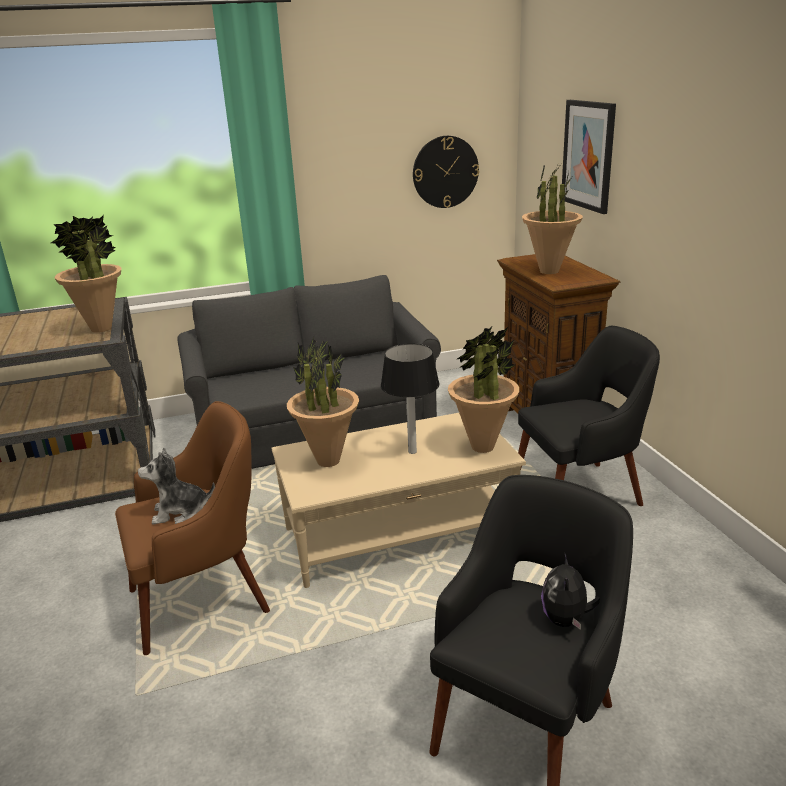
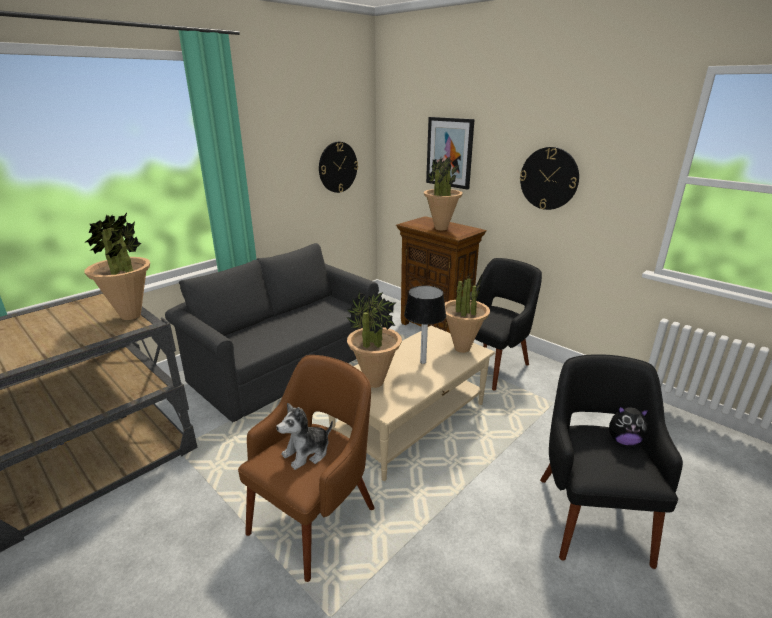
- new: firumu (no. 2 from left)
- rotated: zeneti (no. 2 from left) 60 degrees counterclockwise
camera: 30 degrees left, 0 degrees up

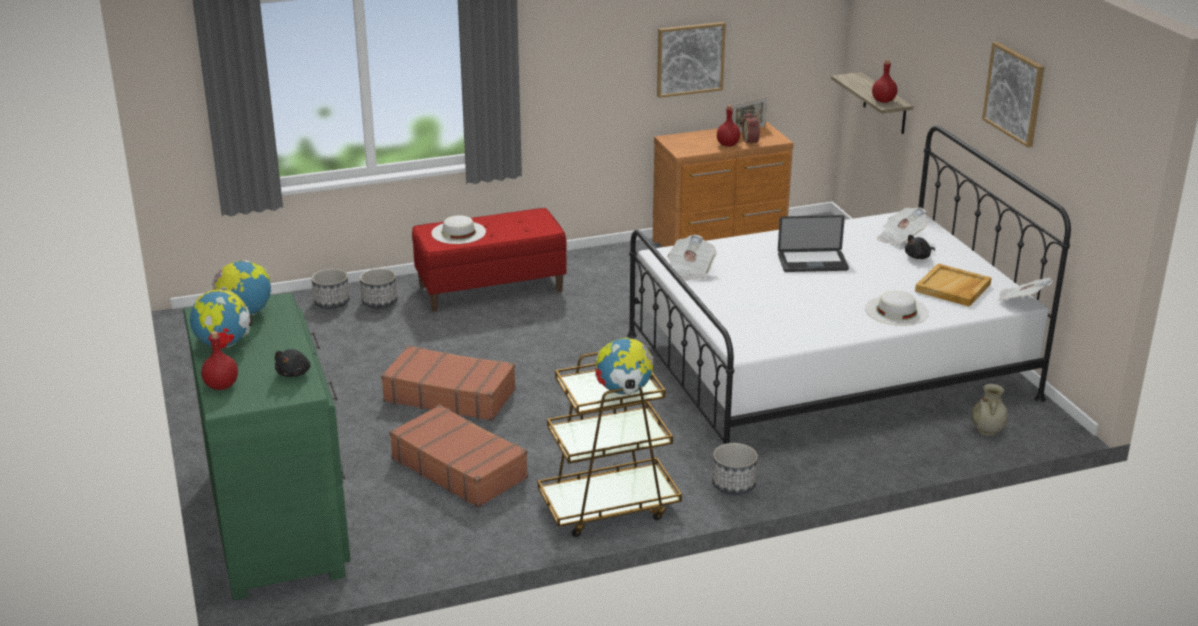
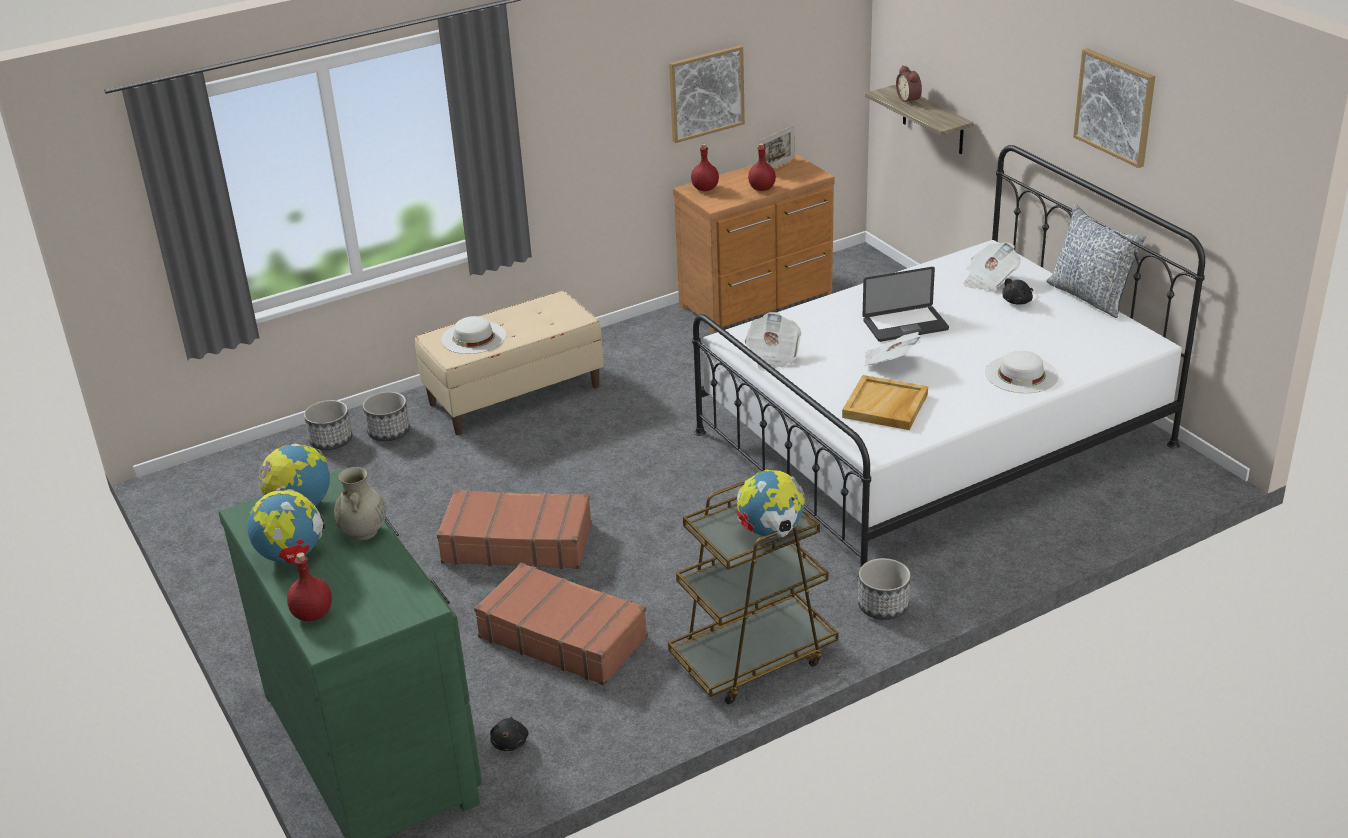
- shifted: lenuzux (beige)
- repainted: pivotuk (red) to pivotuk (beige)
- shifted: zeneti (black) (no. 1 from left)
- shifted: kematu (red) (no. 3 from left in the first image) to kematu (red) (no. 2 from left)
- shifted: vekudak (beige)
- shifted: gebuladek (no. 3 from left in the first image) to gebuladek (no. 2 from left)
- shifted: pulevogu
- new: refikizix
camera: 10 degrees left, 5 degrees up

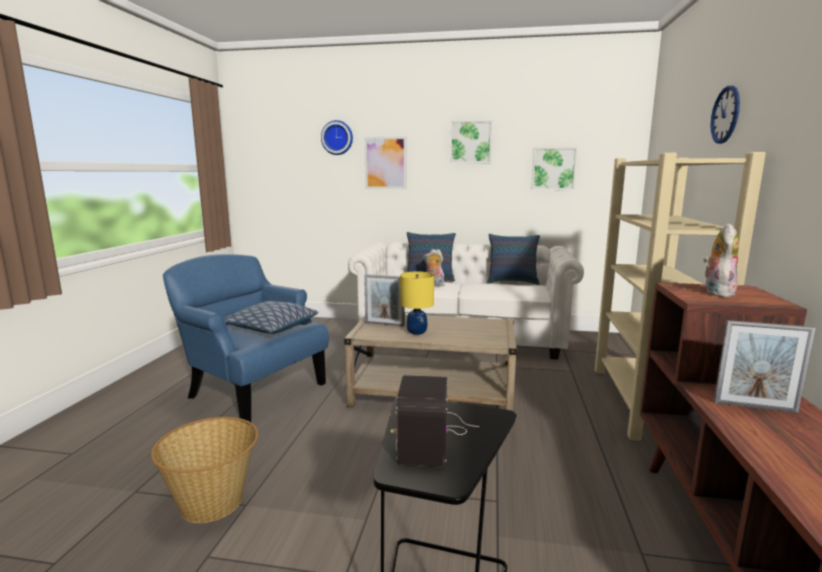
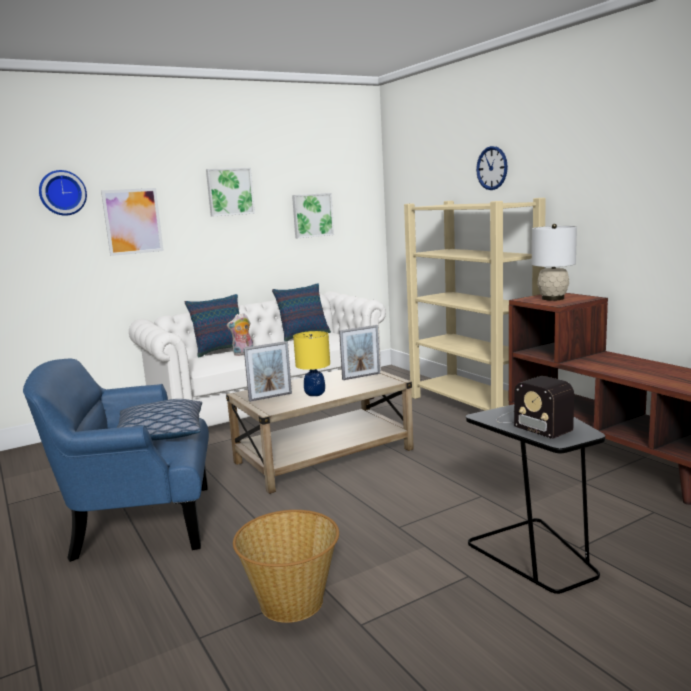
- shifted: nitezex (no. 2 from left)
- swapped: zeneti (no. 2 from left) to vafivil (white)
camera: 40 degrees left, 0 degrees up

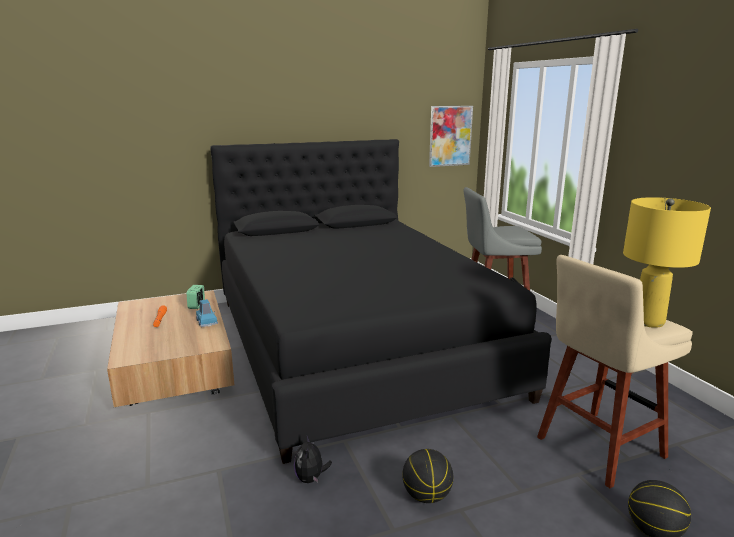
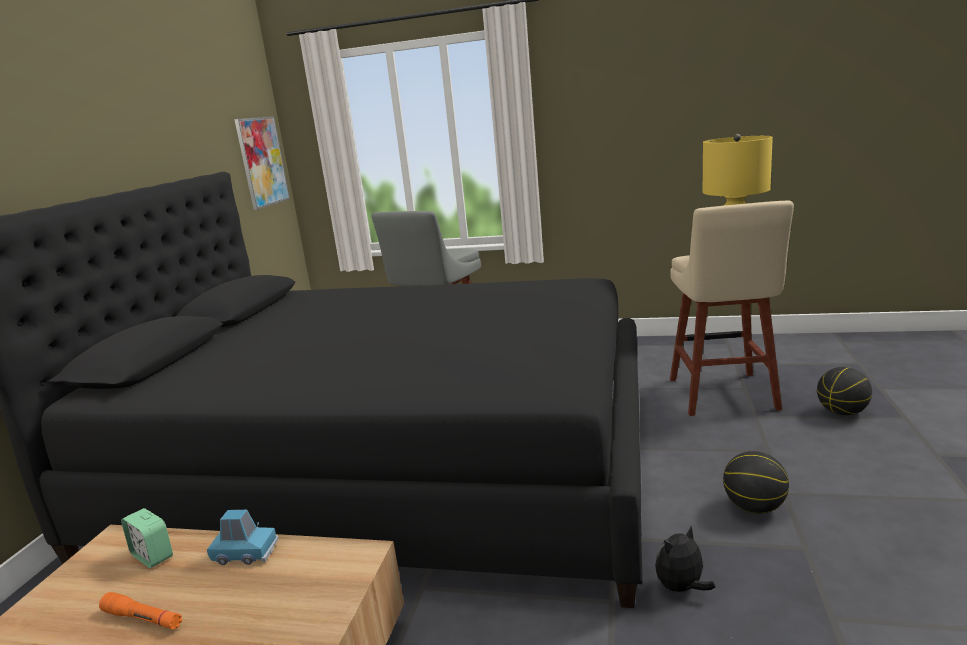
- rotated: zeneti 120 degrees clockwise
camera: 55 degrees left, 0 degrees up

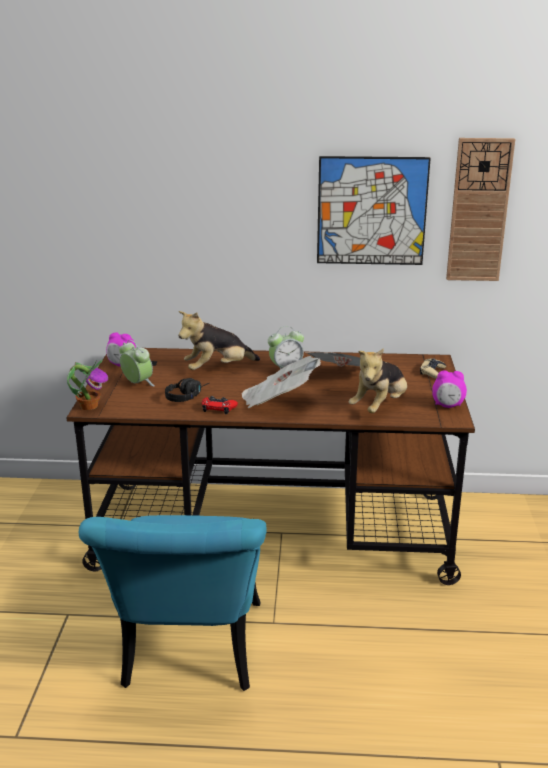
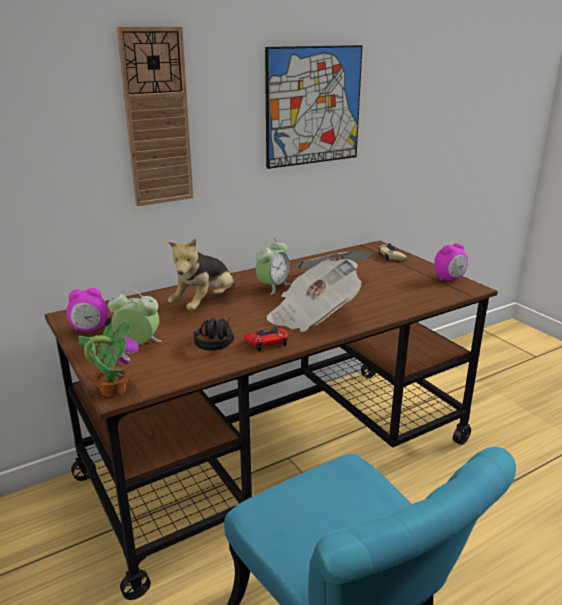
- shifted: firumu
- gone: zeneti (no. 2 from left)
camera: 35 degrees left, 0 degrees up

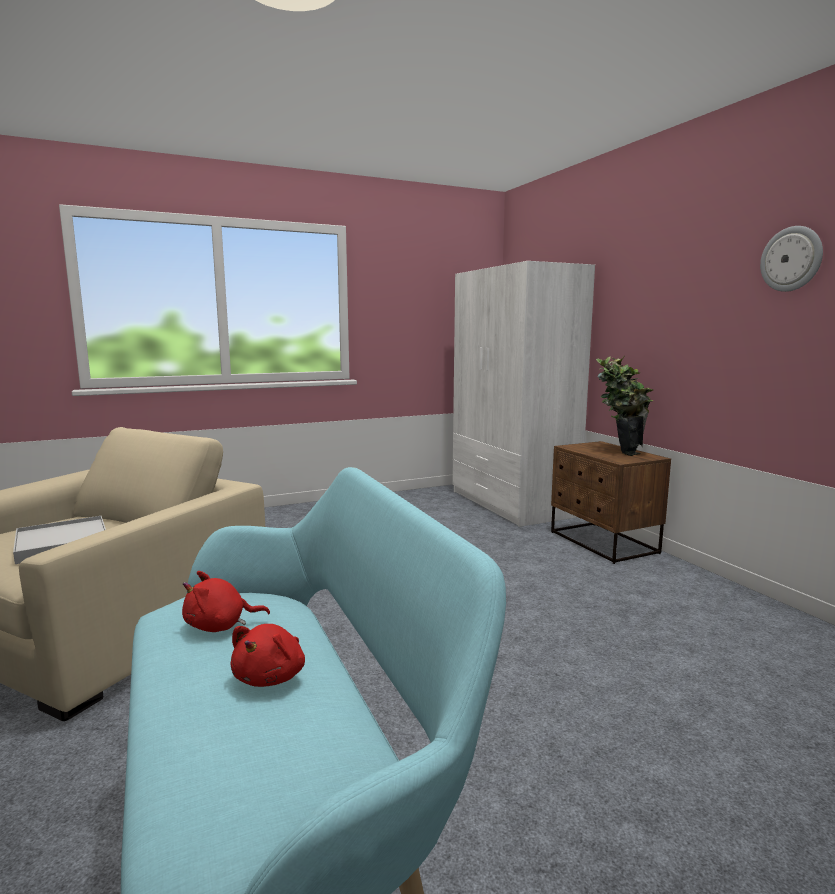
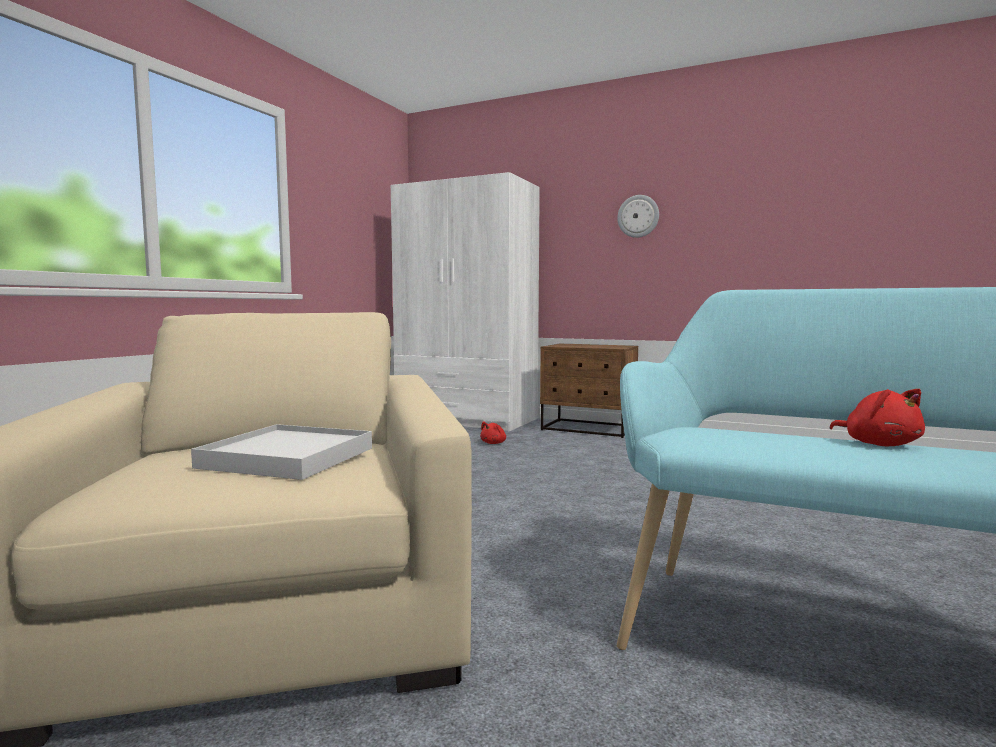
- shifted: zeneti (red) (no. 1 from left)
- shifted: firumu
- gone: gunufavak
camera: 40 degrees left, 5 degrees down

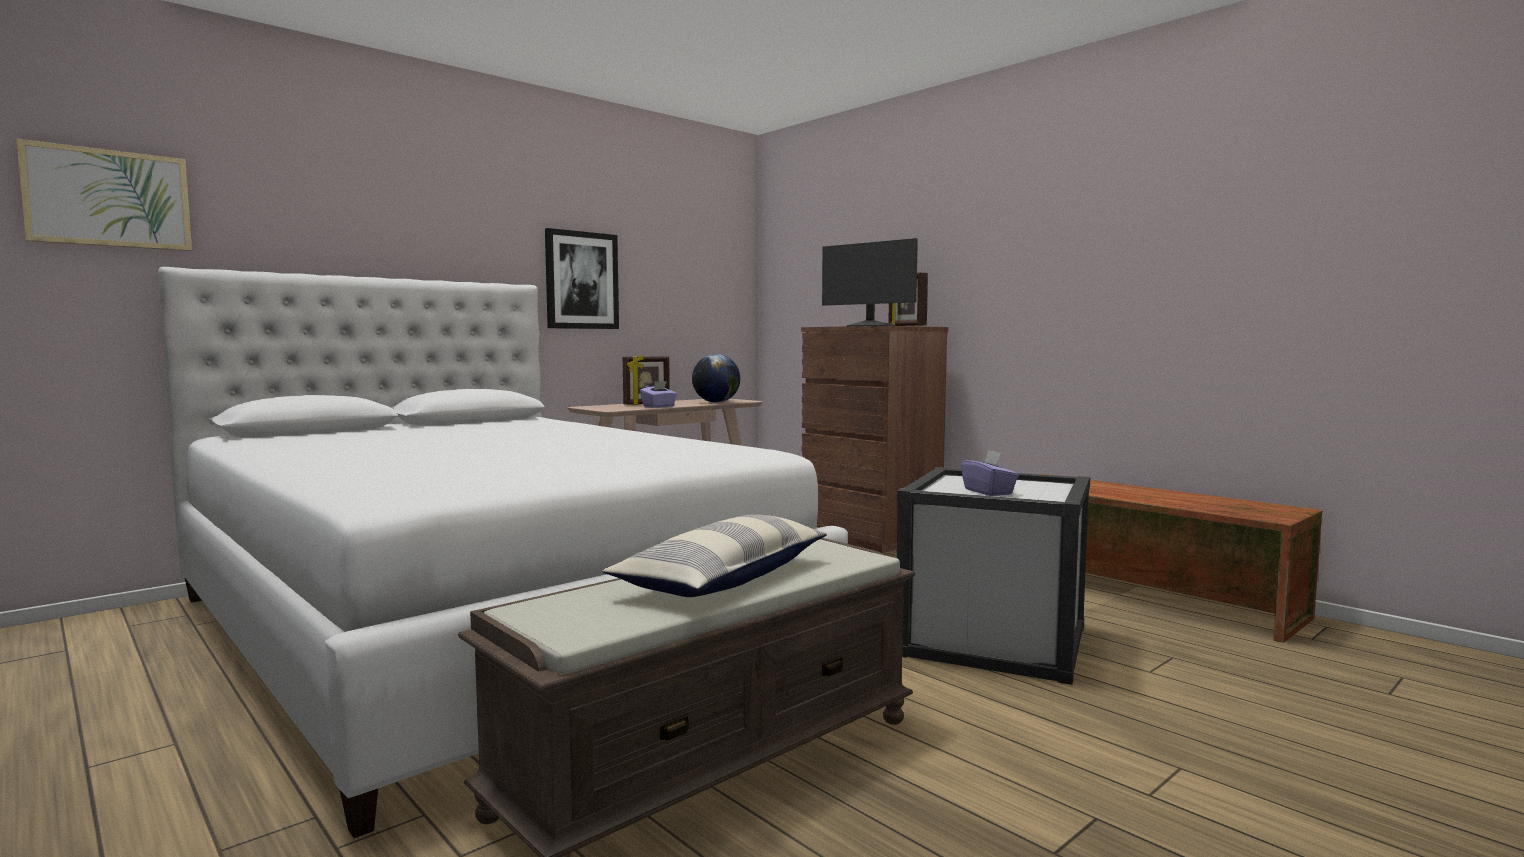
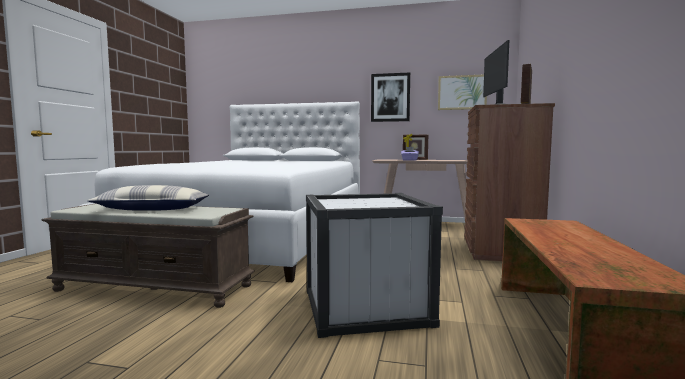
- shifted: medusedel (no. 1 from left in the first image) to medusedel (no. 2 from left)
- gone: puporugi
- gone: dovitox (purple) (no. 2 from left)
camera: 55 degrees right, 0 degrees up

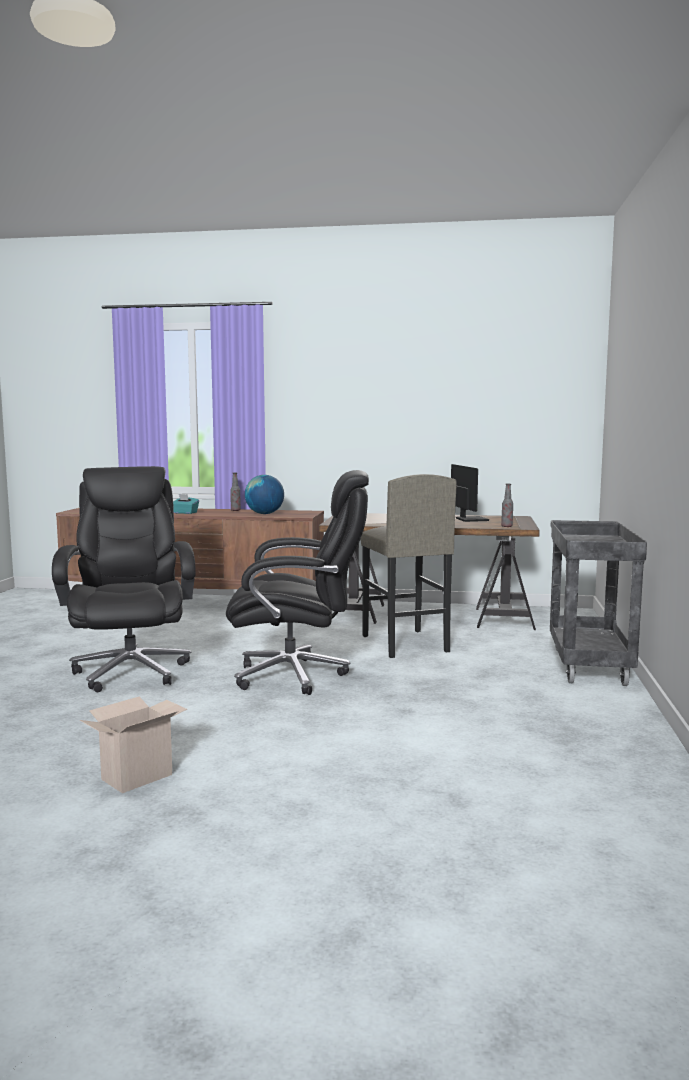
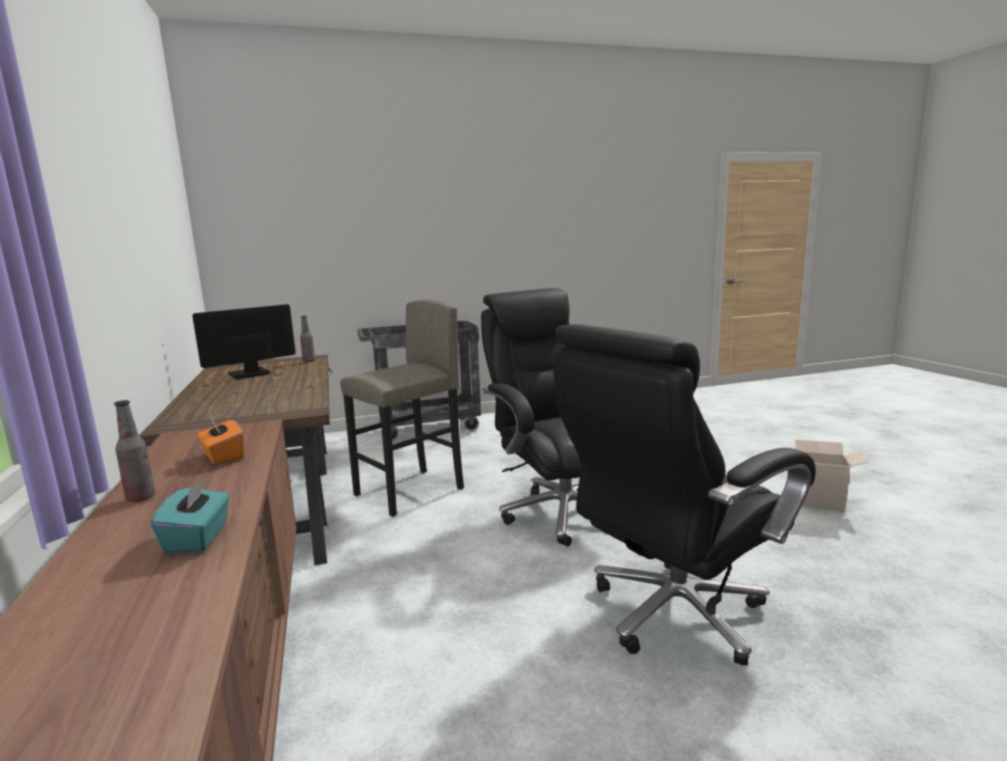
- swapped: puporugi to dovitox (orange)
camera: 115 degrees left, 5 degrees up

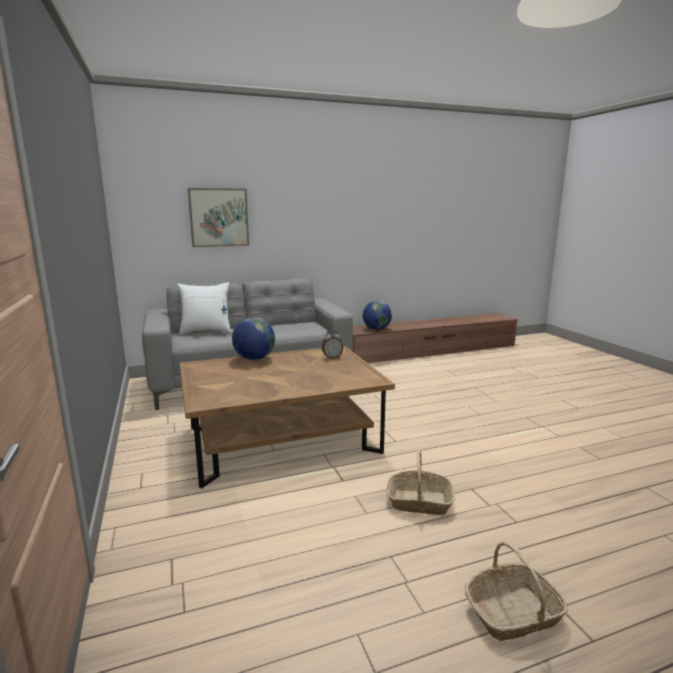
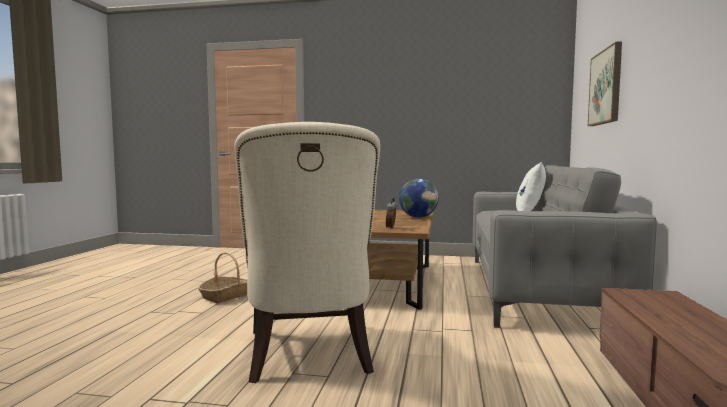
- new: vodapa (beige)
- gone: puporugi (no. 2 from left)
- gone: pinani (no. 2 from left)
camera: 120 degrees right, 10 degrees down

